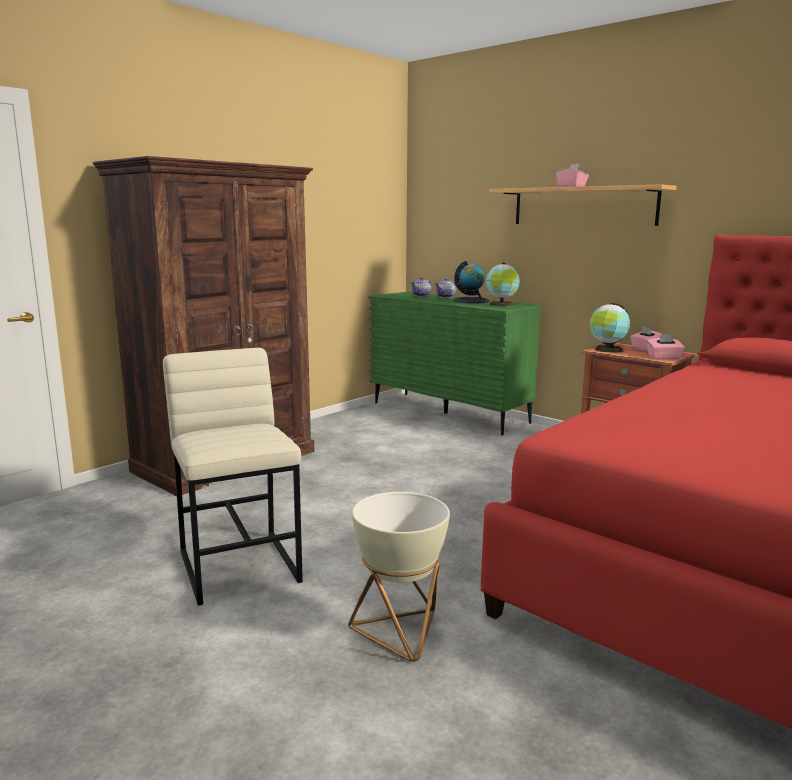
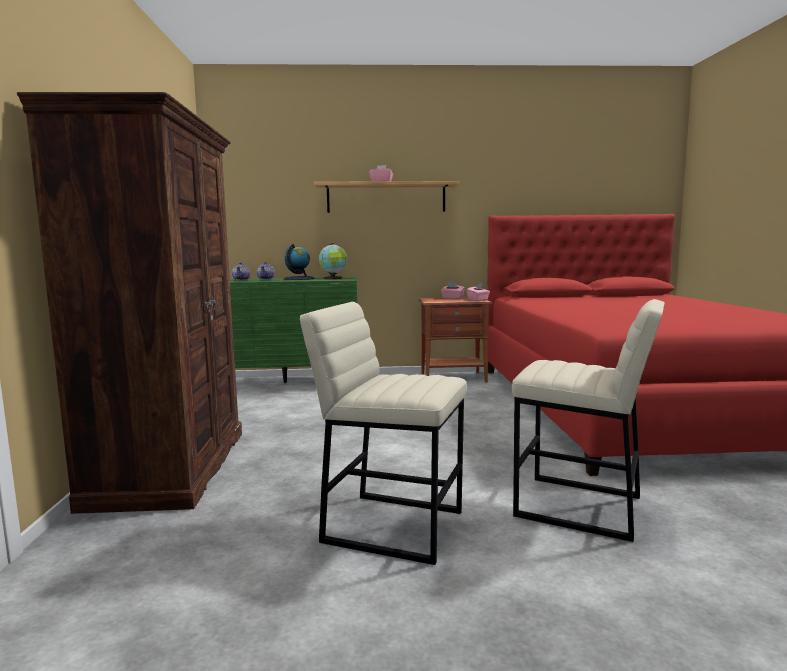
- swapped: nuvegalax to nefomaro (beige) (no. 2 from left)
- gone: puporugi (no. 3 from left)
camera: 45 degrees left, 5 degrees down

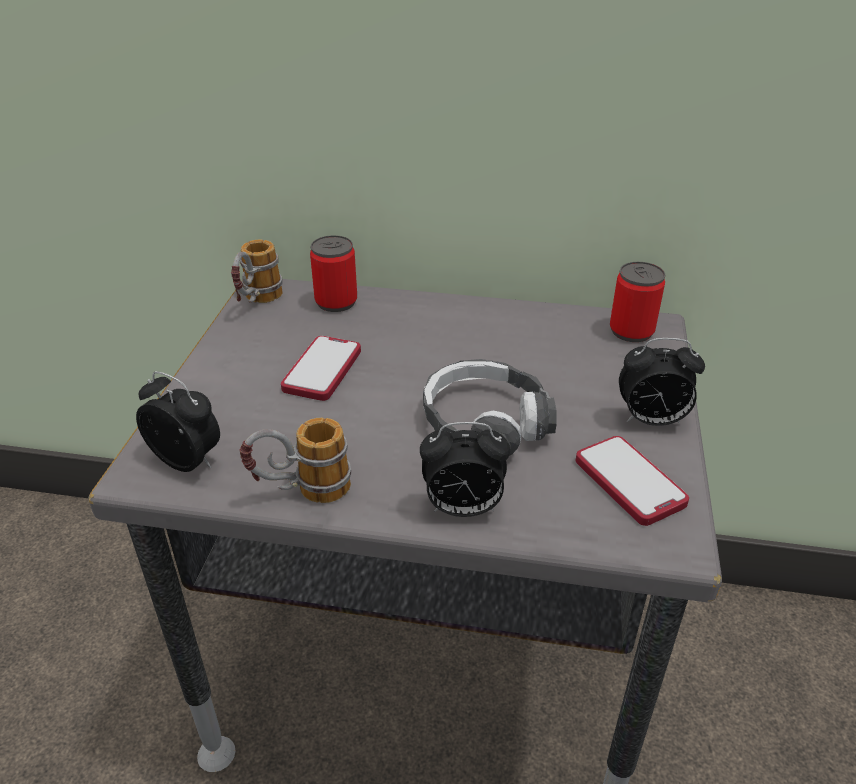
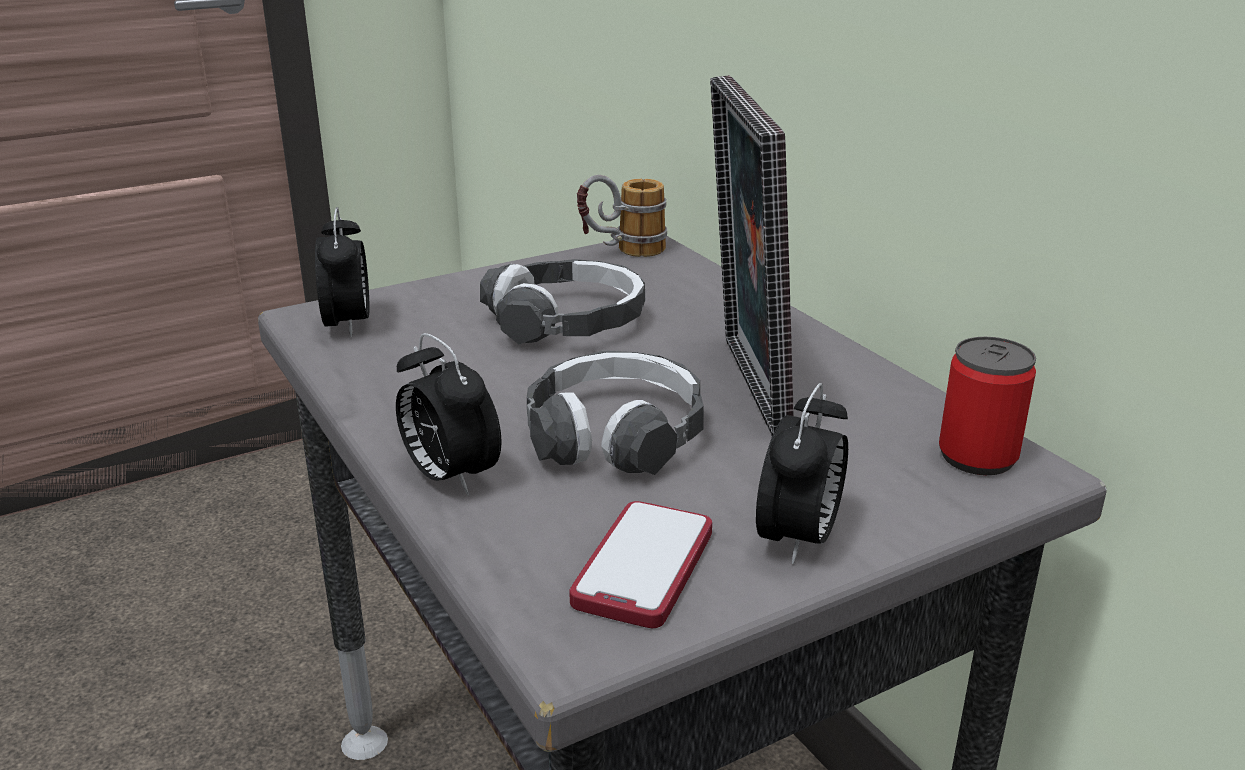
- swapped: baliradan (no. 1 from left) to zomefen (no. 1 from left)
- new: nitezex
- rotated: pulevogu (no. 3 from left) 120 degrees counterclockwise
- gone: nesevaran (no. 2 from left)
- gone: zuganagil (no. 1 from left)
camera: 50 degrees right, 10 degrees down

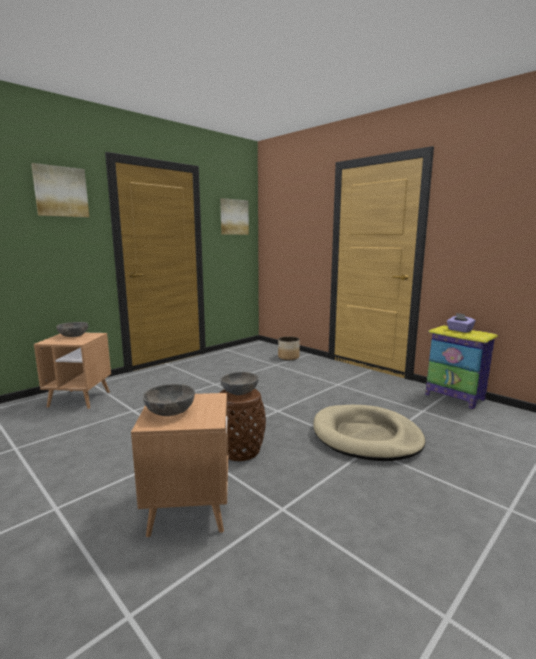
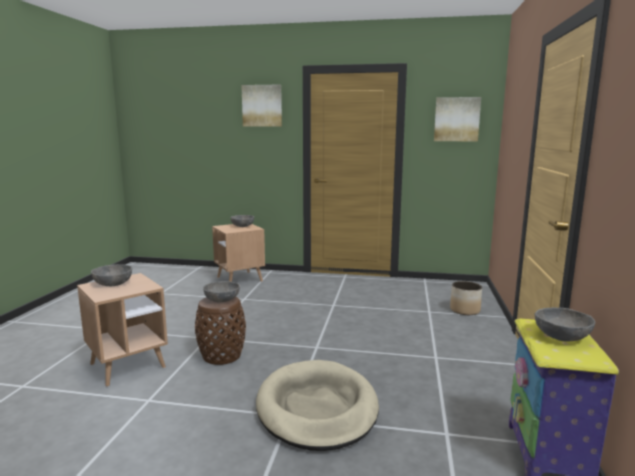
- swapped: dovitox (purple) to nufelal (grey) (no. 4 from left)
camera: 55 degrees right, 0 degrees up

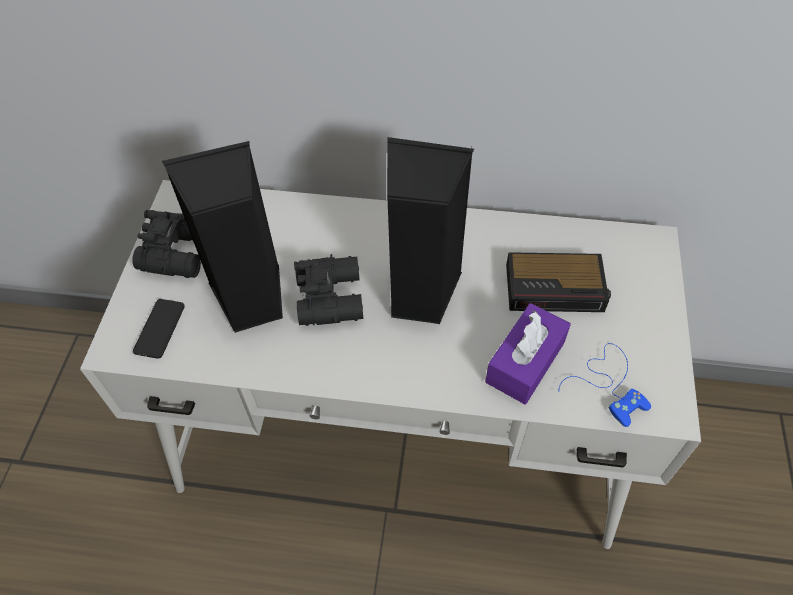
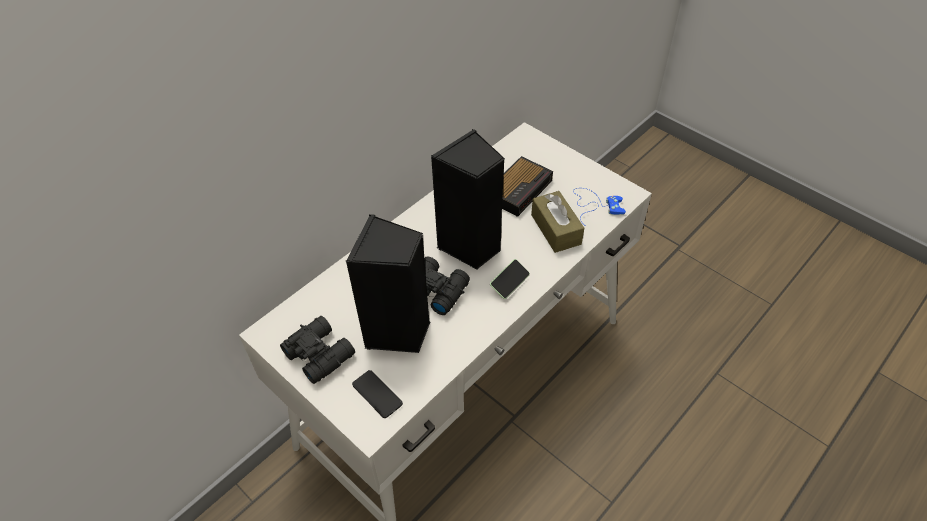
- new: baliradan (no. 2 from left)
- repainted: dovitox (purple) to dovitox (brown)
camera: 55 degrees left, 5 degrees down

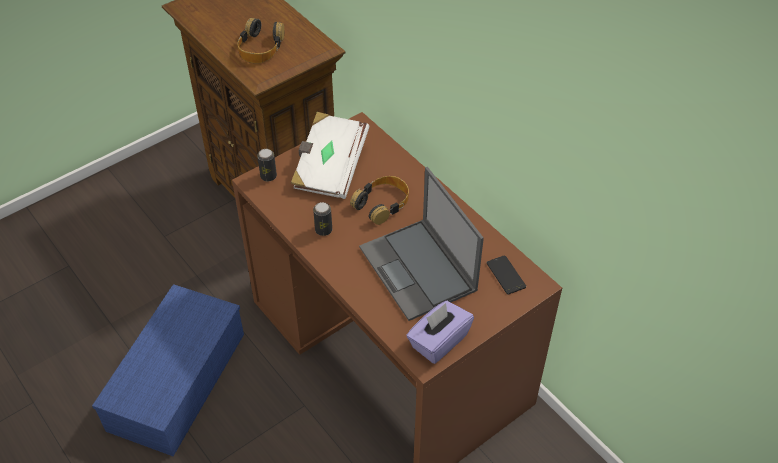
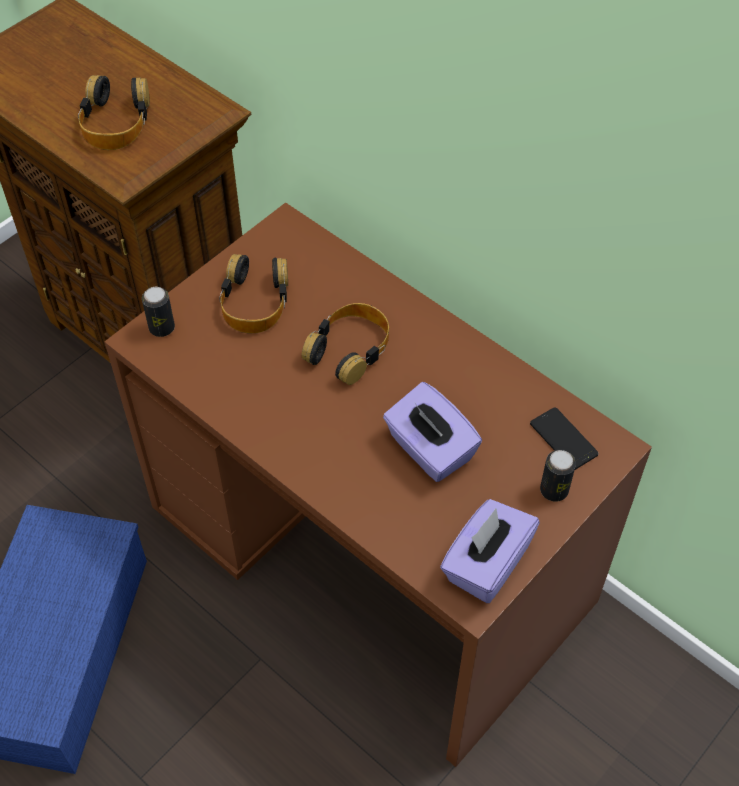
- swapped: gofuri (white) to zomefen (no. 2 from left)
- swapped: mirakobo to dovitox (purple) (no. 1 from left)
- shifted: zuganagil (no. 2 from left)
camera: 10 degrees left, 5 degrees up

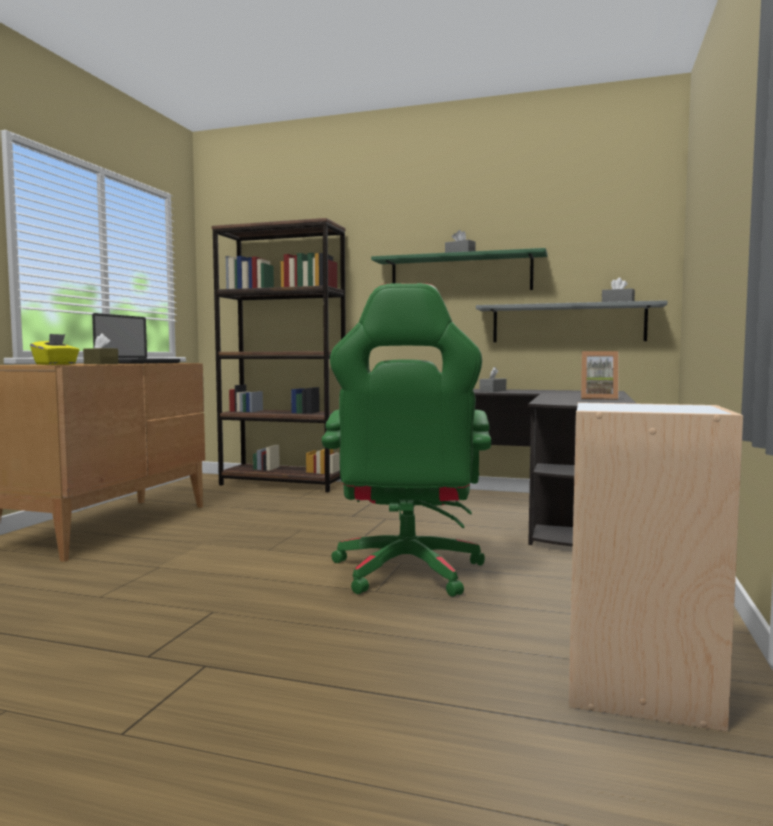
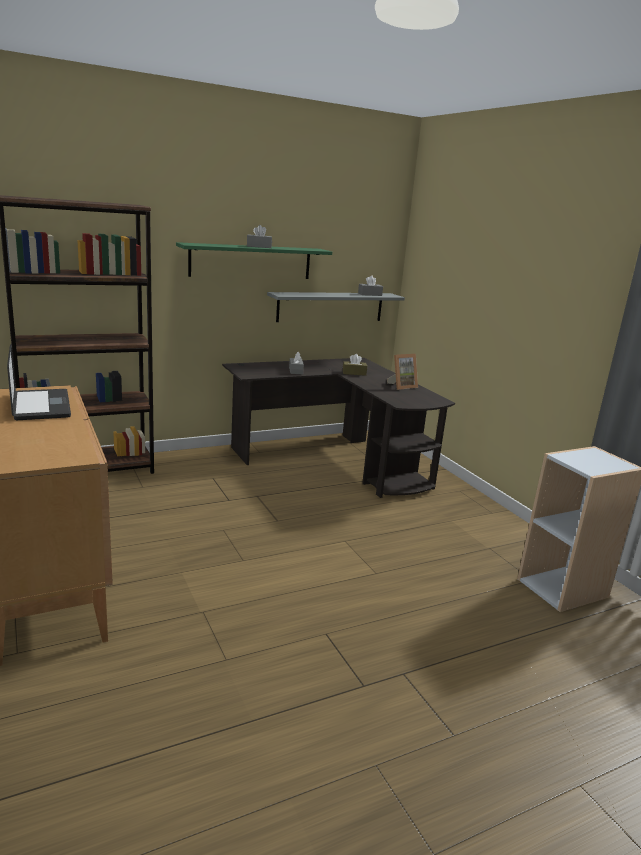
- shifted: dovitox (brown)
- gone: dovitox (yellow)
- gone: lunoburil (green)
camera: 45 degrees left, 15 degrees up

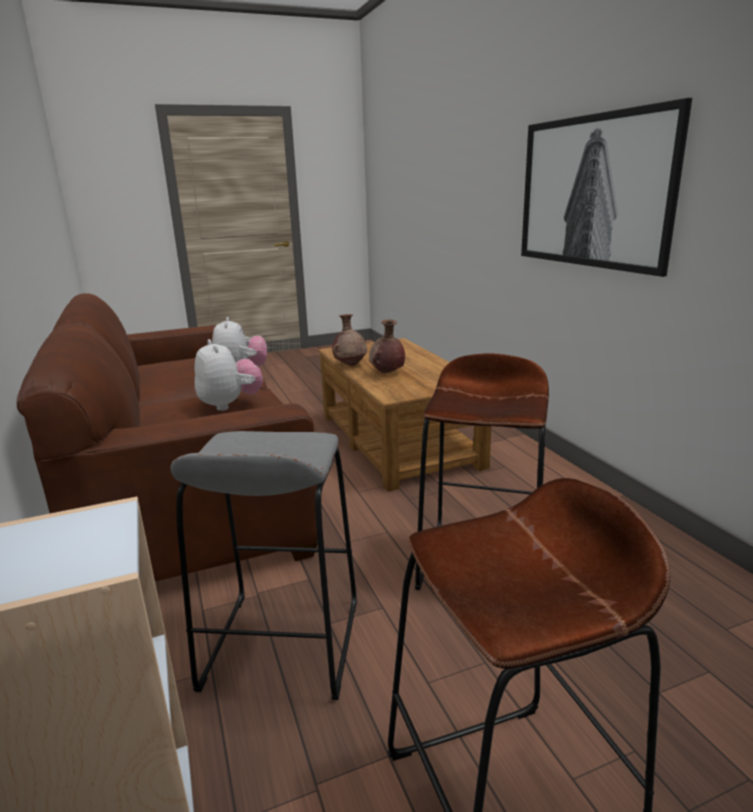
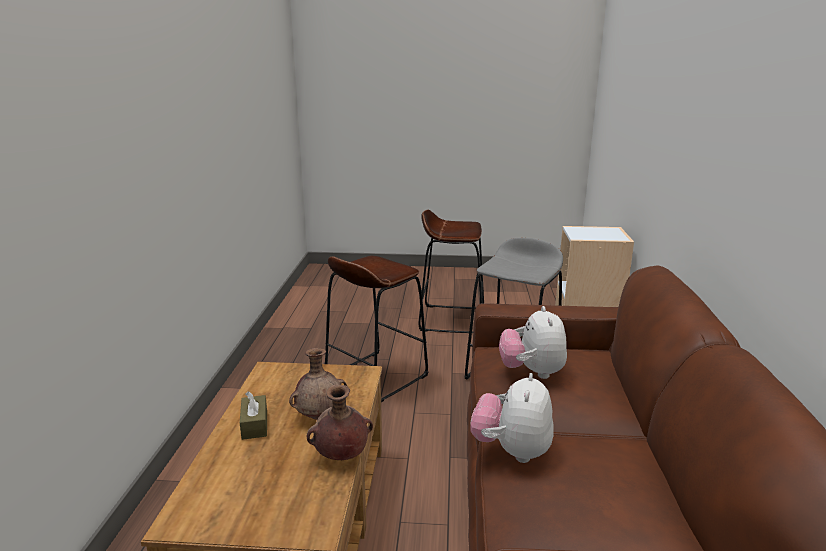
- new: dovitox (brown)
- gone: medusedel
camera: 155 degrees left, 0 degrees up

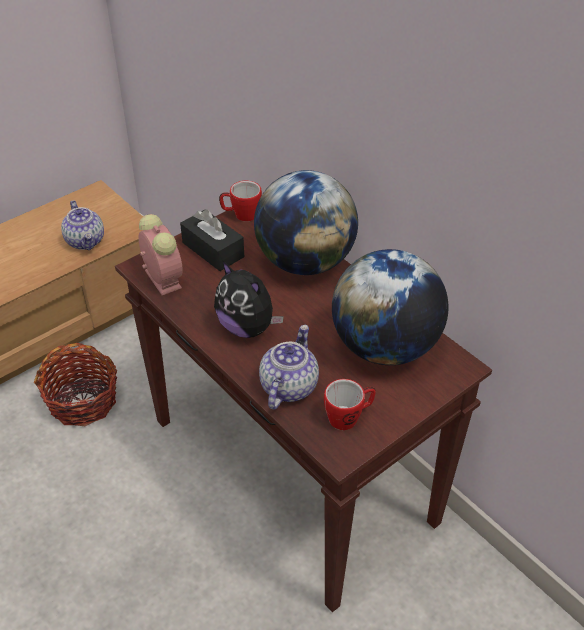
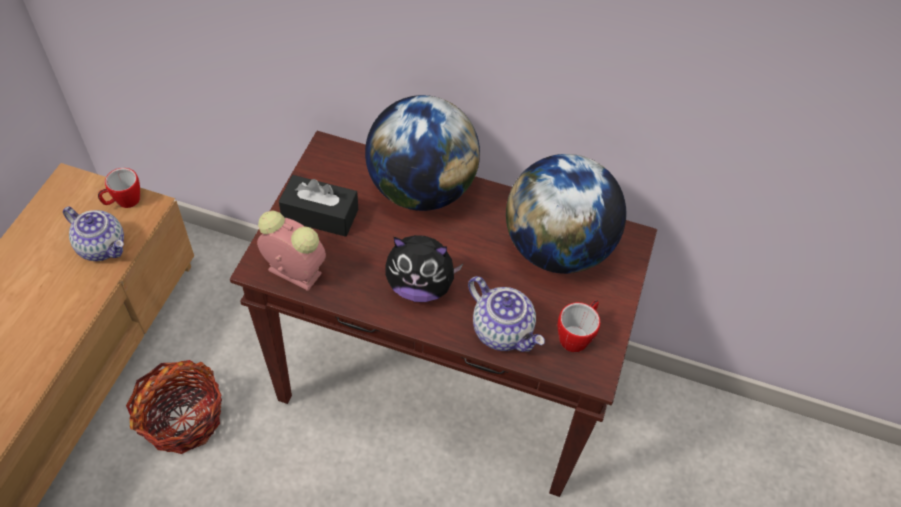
- shifted: nesevaran (no. 1 from left)
- rotated: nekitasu (no. 2 from left) 150 degrees clockwise
camera: 35 degrees left, 10 degrees up

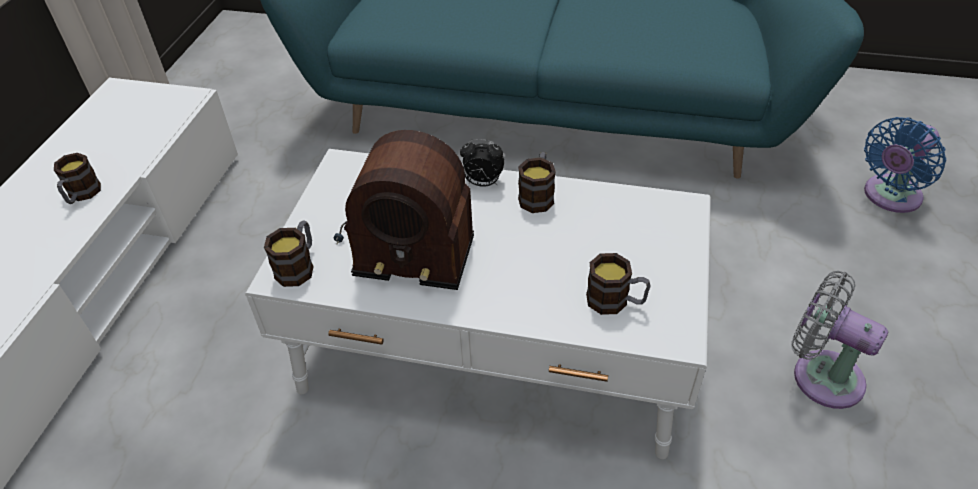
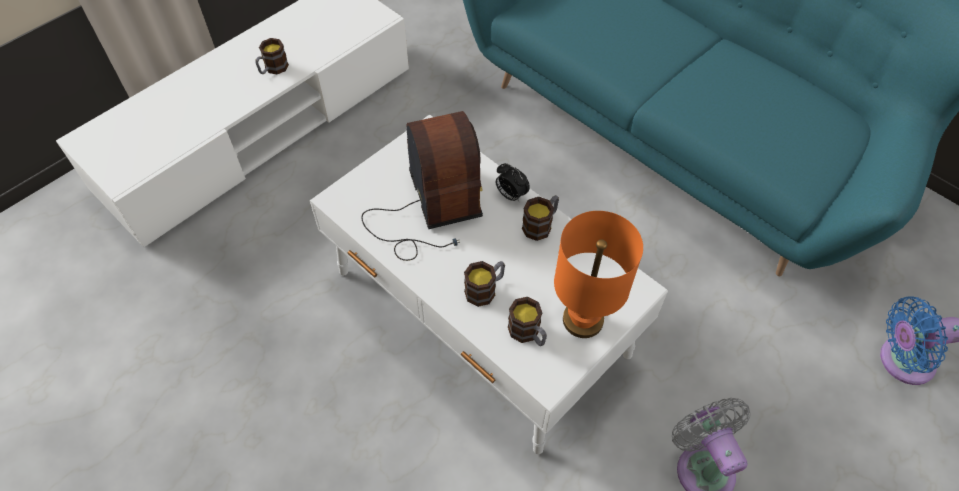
- rotated: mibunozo 150 degrees counterclockwise
- shifted: nesevaran (no. 2 from left)
- new: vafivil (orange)
camera: 30 degrees right, 10 degrees up

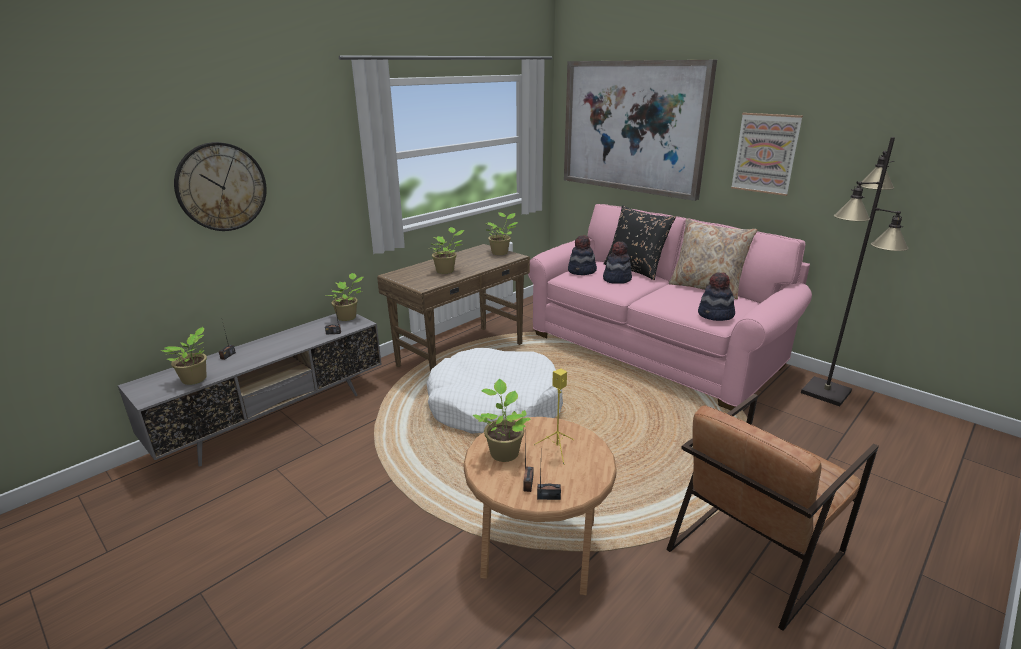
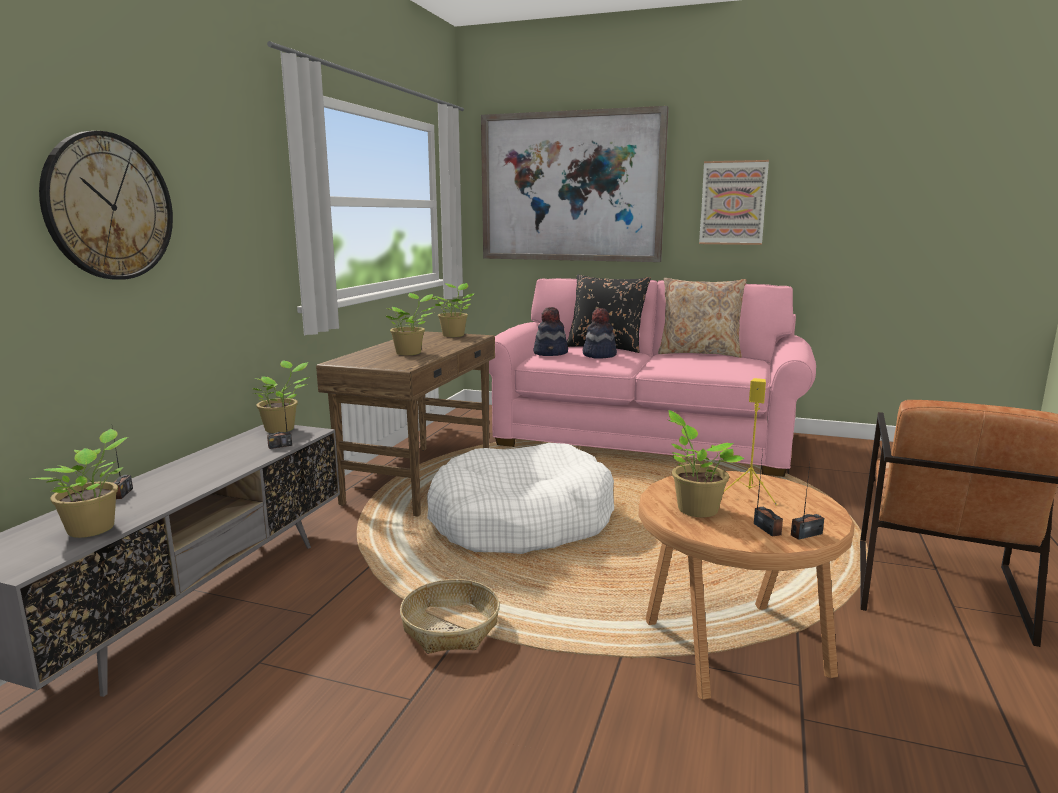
- new: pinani
- gone: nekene (no. 3 from left)
- gone: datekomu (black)
camera: 25 degrees left, 10 degrees down

